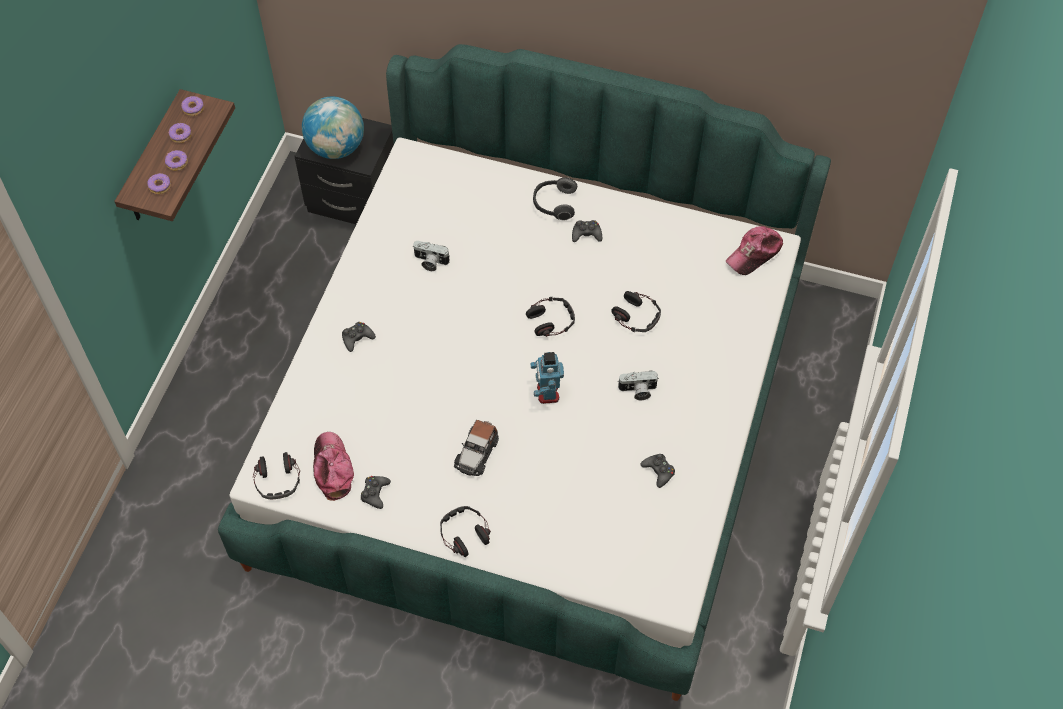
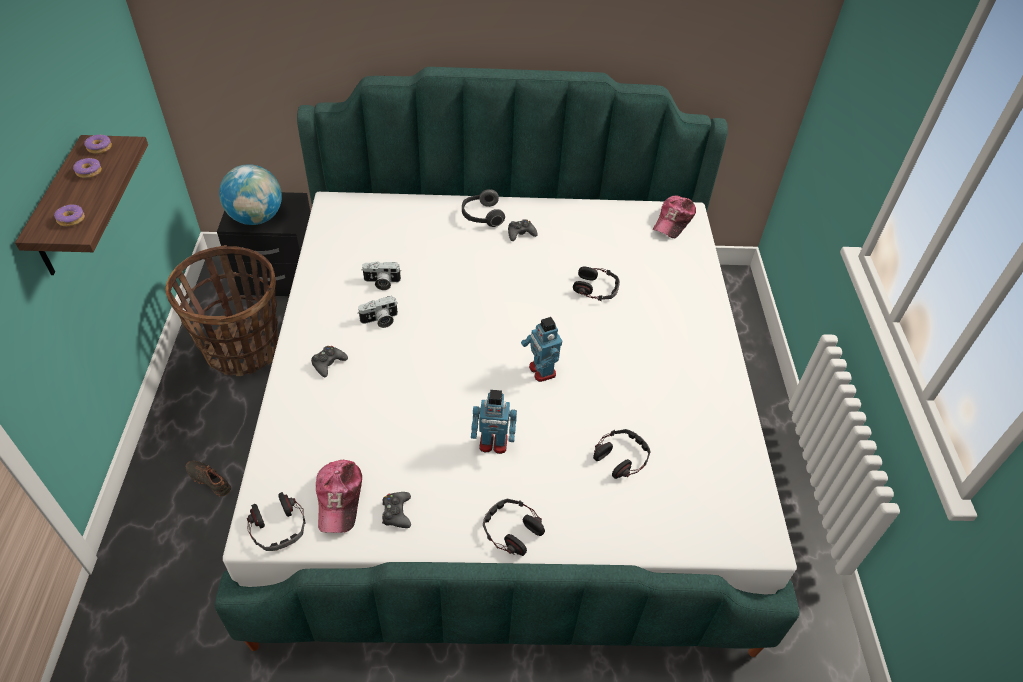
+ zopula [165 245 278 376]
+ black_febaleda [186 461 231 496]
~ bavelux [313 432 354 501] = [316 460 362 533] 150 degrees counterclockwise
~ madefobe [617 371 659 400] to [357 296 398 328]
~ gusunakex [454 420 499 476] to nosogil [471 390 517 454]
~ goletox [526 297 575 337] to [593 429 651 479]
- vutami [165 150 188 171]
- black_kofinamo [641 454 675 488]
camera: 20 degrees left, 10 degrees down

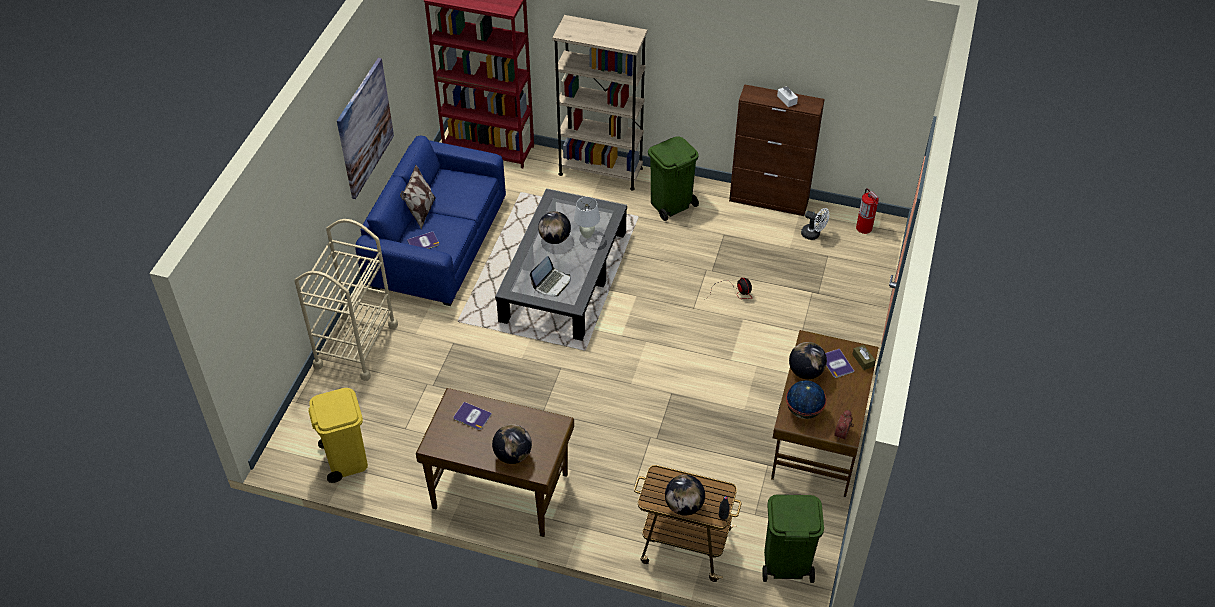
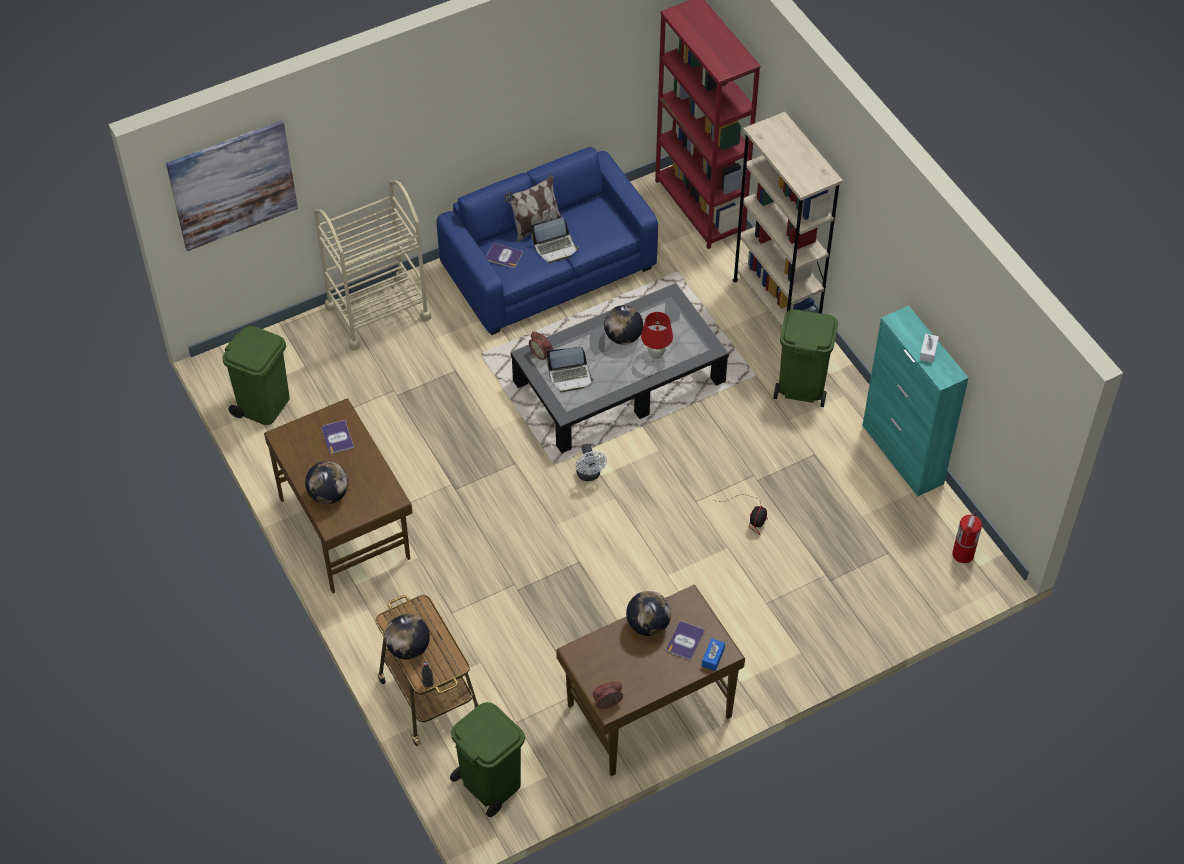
~ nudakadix [337 58 394 199] to [166 120 298 251]
~ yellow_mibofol [308 388 368 483] to green_mibofol [223 326 290 425]
+ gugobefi [529 331 553 361]
+ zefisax [531 218 579 263]
~ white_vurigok [801 208 829 240] to [576 444 607 481]
~ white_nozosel [574 197 600 238] to red_nozosel [641 312 673 360]
~ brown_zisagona [852 345 876 370] to blue_zisagona [702 638 725 671]
~ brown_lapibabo [729 84 825 216] to turquoise_lapibabo [862 306 969 496]
- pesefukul [786 380 826 419]
camera: 45 degrees right, 5 degrees up

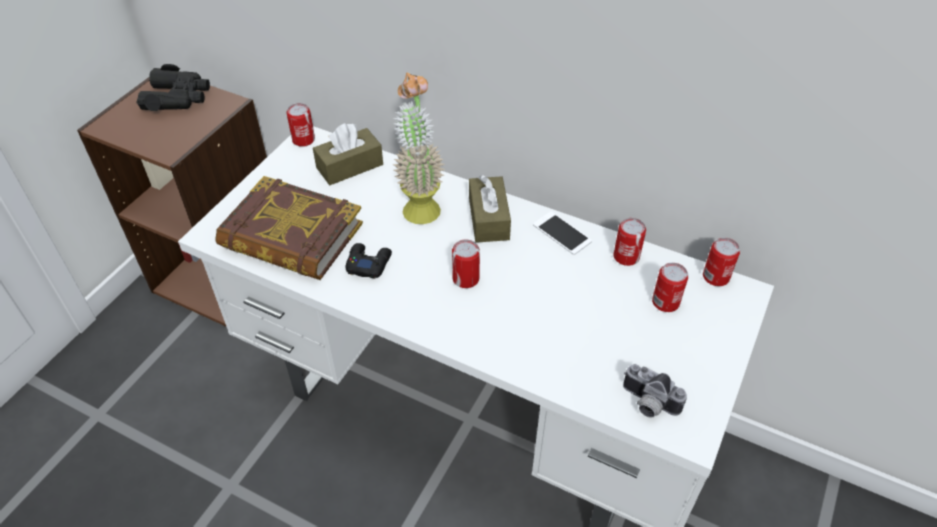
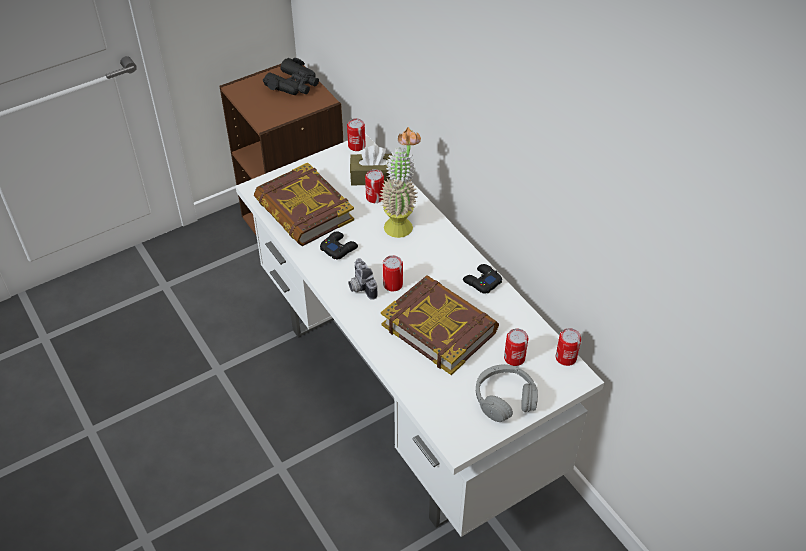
~ madefobe [623 364 687 418] to [348 258 377 300]
~ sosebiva [613 218 646 266] to [365 169 384 203]
+ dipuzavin [381 275 499 375]
~ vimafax [533 211 592 255] to black_kofinamo [463 264 502 294]
+ grey_goletox [476 364 538 422]
- brown_zisagona [469 175 511 243]
camera: 30 degrees right, 0 degrees up

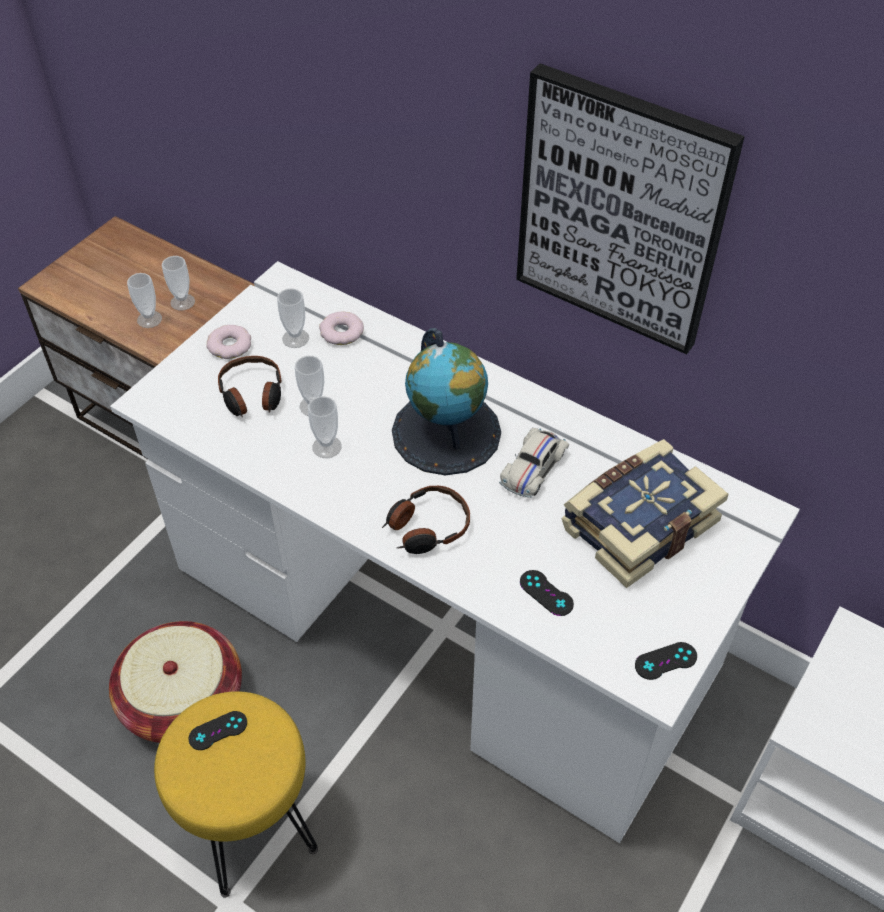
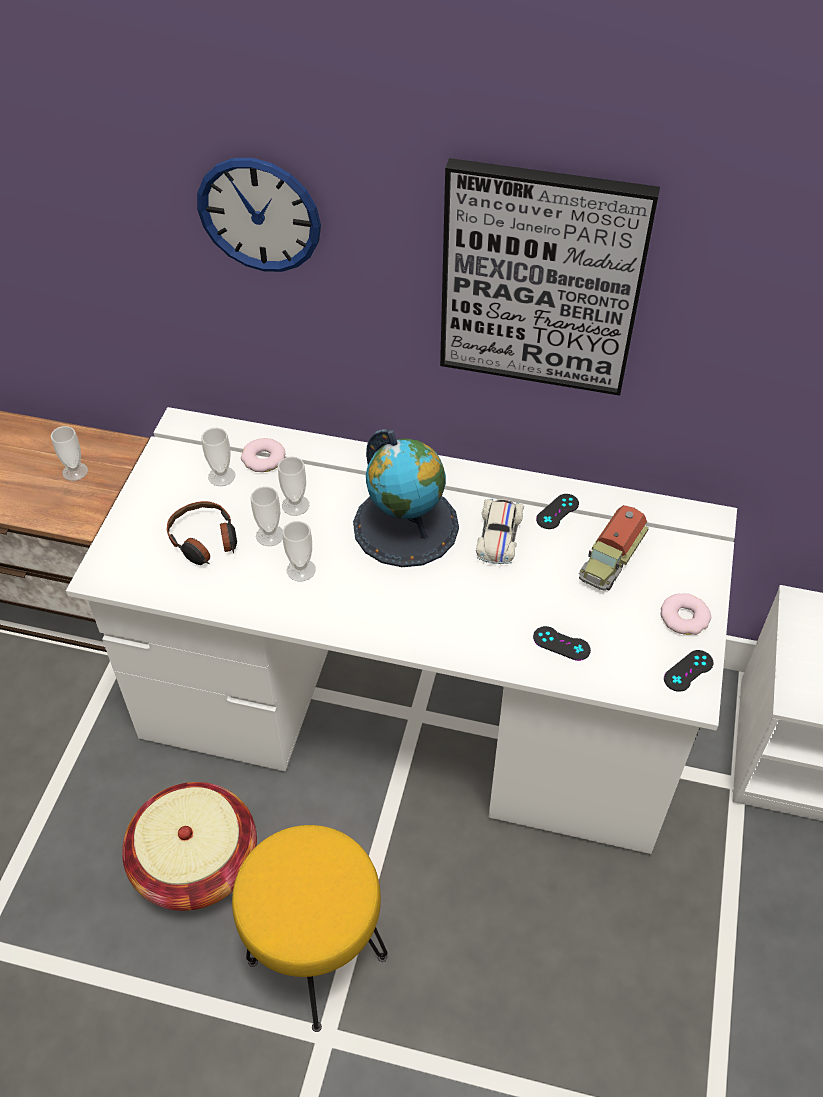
+ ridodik [197 158 321 272]
~ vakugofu [127 273 162 328] to [278 456 309 516]
~ black_kofinamo [189 711 247 750] to [536 494 579 529]
~ dipuzavin [562 439 729 588] to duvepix [579 505 649 591]
~ vutami [206 325 251 359] to [660 593 711 635]
- goletox [382 486 470 554]
camera: 20 degrees left, 0 degrees up

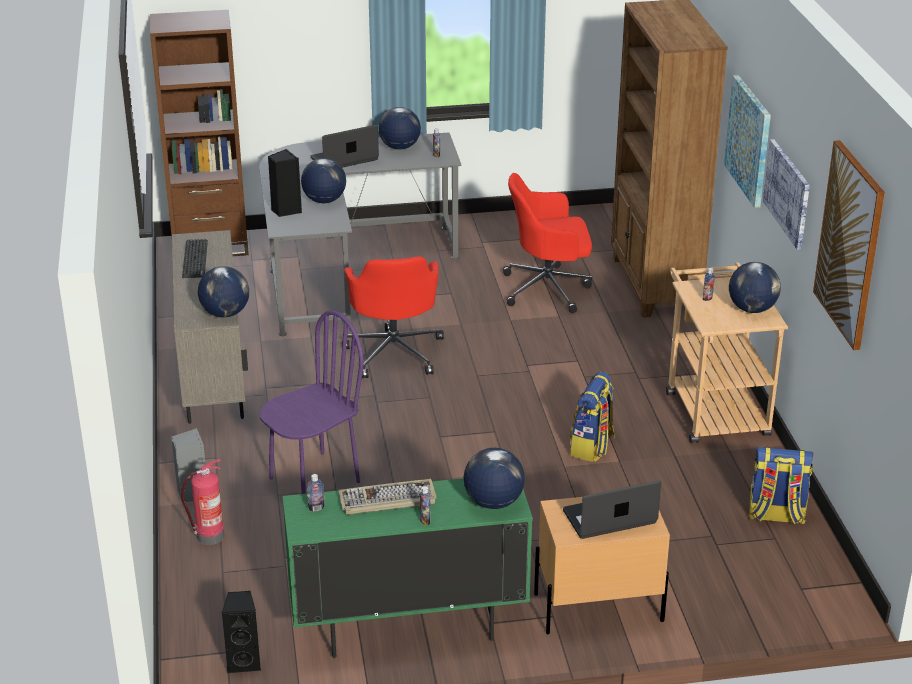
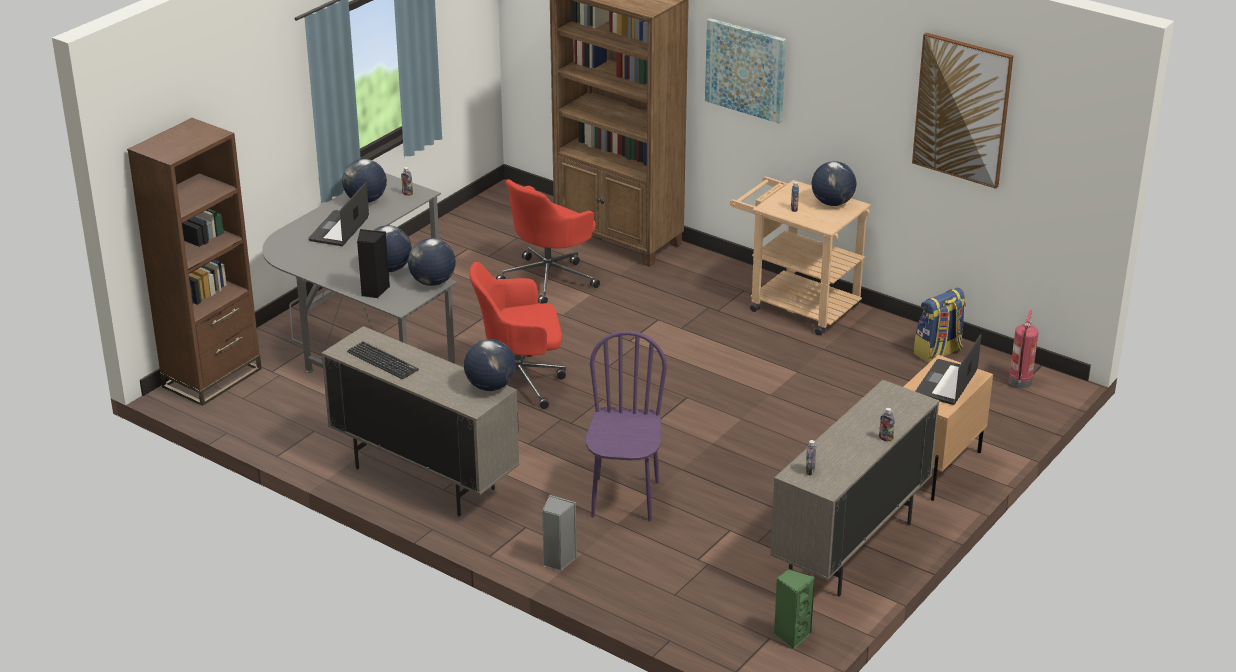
~ pesefukul [464 448 525 509] to [408 238 456 286]
~ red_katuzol [342 256 444 378] = [469 262 566 409] 135 degrees clockwise
~ green_lapibabo [282 478 533 658] to beige_lapibabo [770 380 939 597]
~ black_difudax [221 591 261 673] to green_difudax [774 568 815 649]
~ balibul [181 459 224 545] to [1009 310 1038 389]
- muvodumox [338 479 437 515]
- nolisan [570 372 615 462]
- nudakadix [763 139 810 250]
camera: 45 degrees left, 0 degrees up

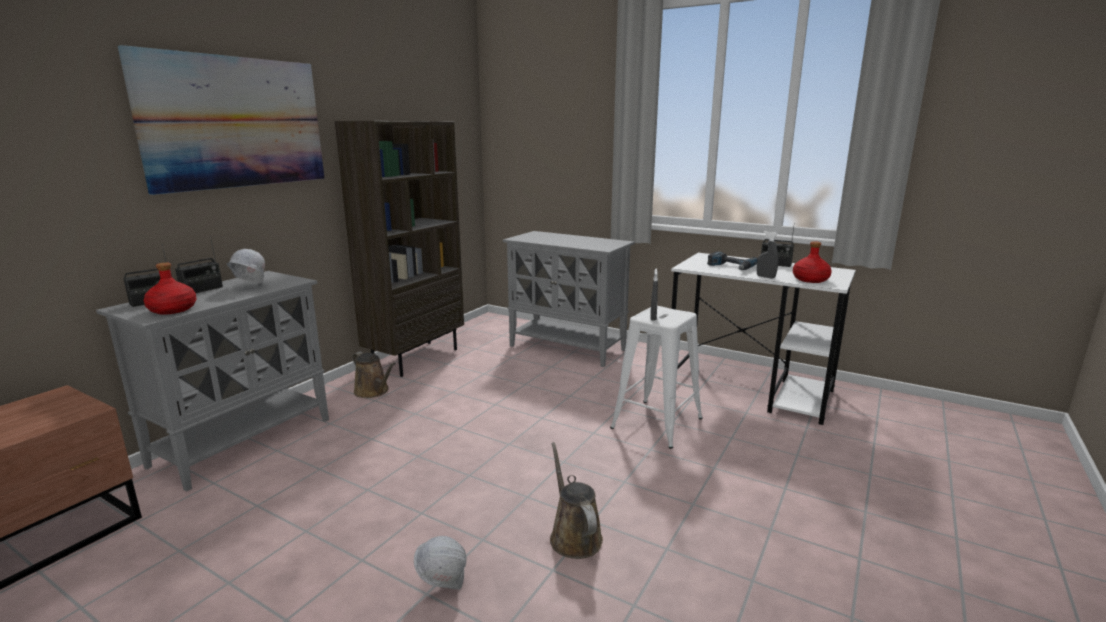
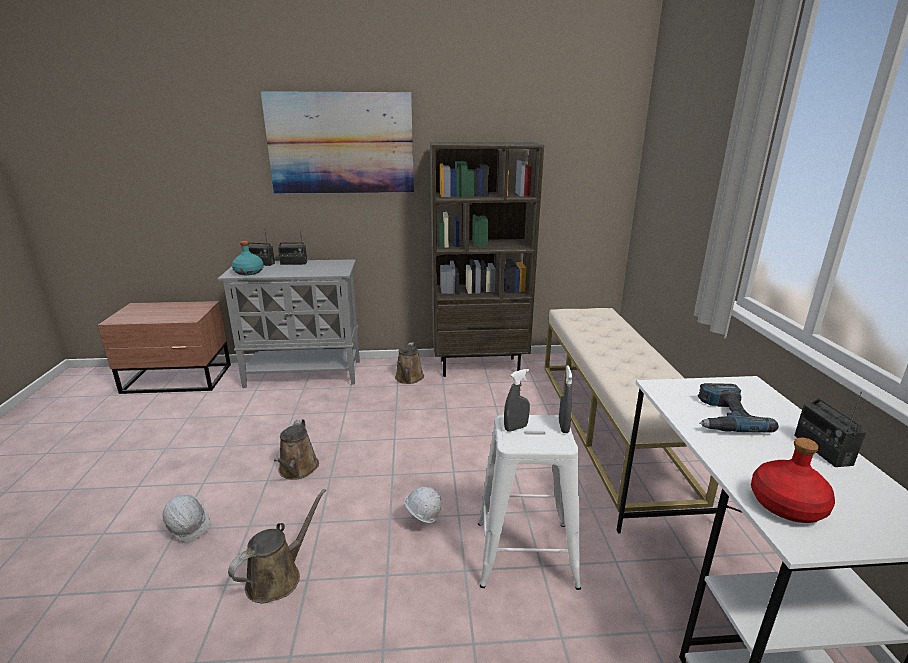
~ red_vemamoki [144 263 197 315] to turquoise_vemamoki [232 241 264 275]
+ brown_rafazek [274 419 319 480]
~ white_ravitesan [227 249 265 284] to [404 487 441 523]
~ grey_lapibabo [503 231 635 367] to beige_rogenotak [545 308 718 512]
~ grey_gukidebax [757 231 779 279] to [559 365 572 433]
camera: 55 degrees right, 5 degrees up

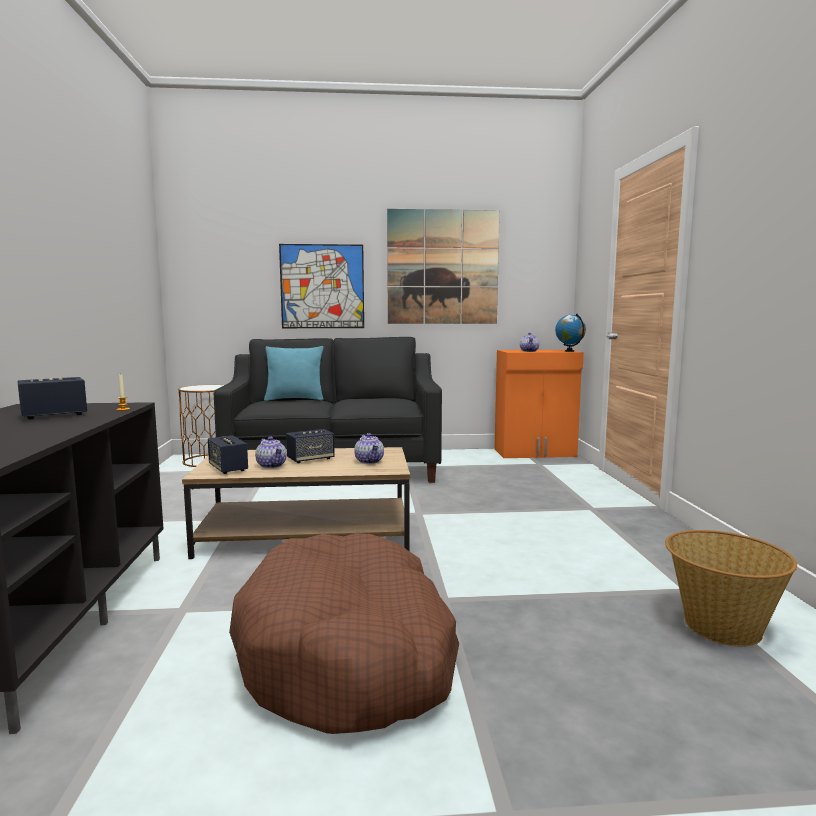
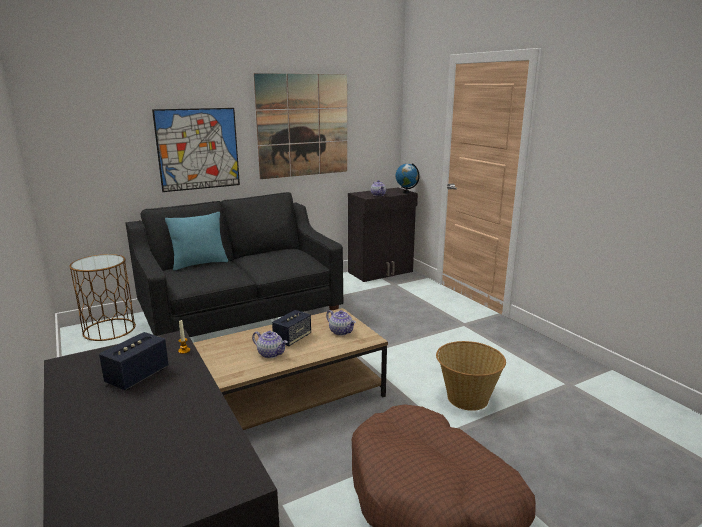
~ orange_lapibabo [494 350 584 458] to black_lapibabo [348 188 418 282]
~ zopula [665 530 797 646] to [436 341 506 411]
- difudax [208 436 248 474]
camera: 25 degrees left, 10 degrees up

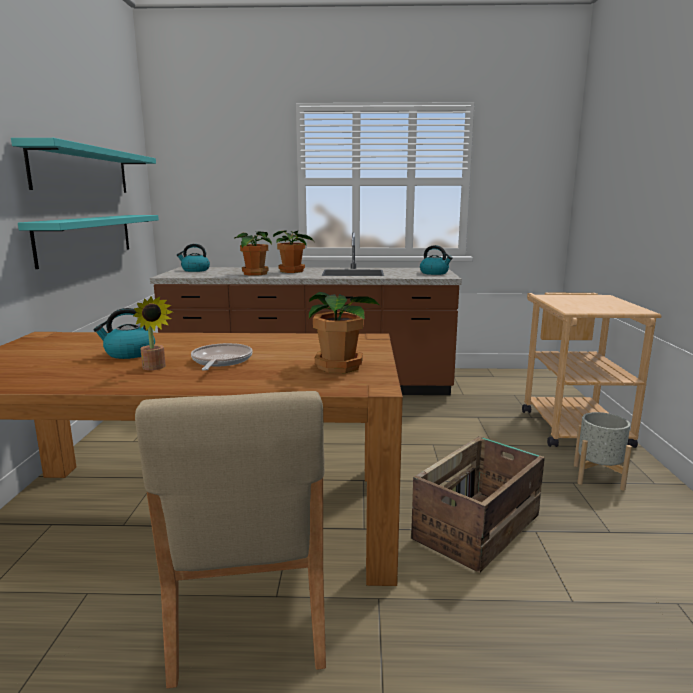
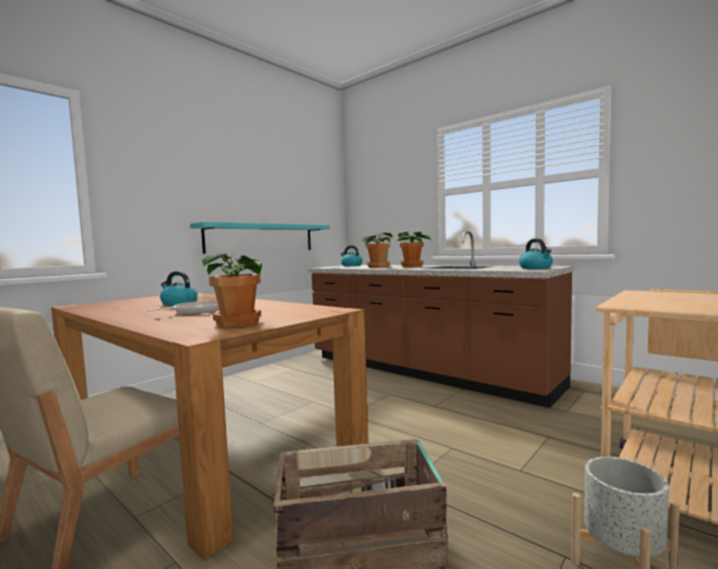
- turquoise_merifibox [11 138 156 193]
- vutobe [133 296 172 370]
camera: 40 degrees right, 10 degrees down

